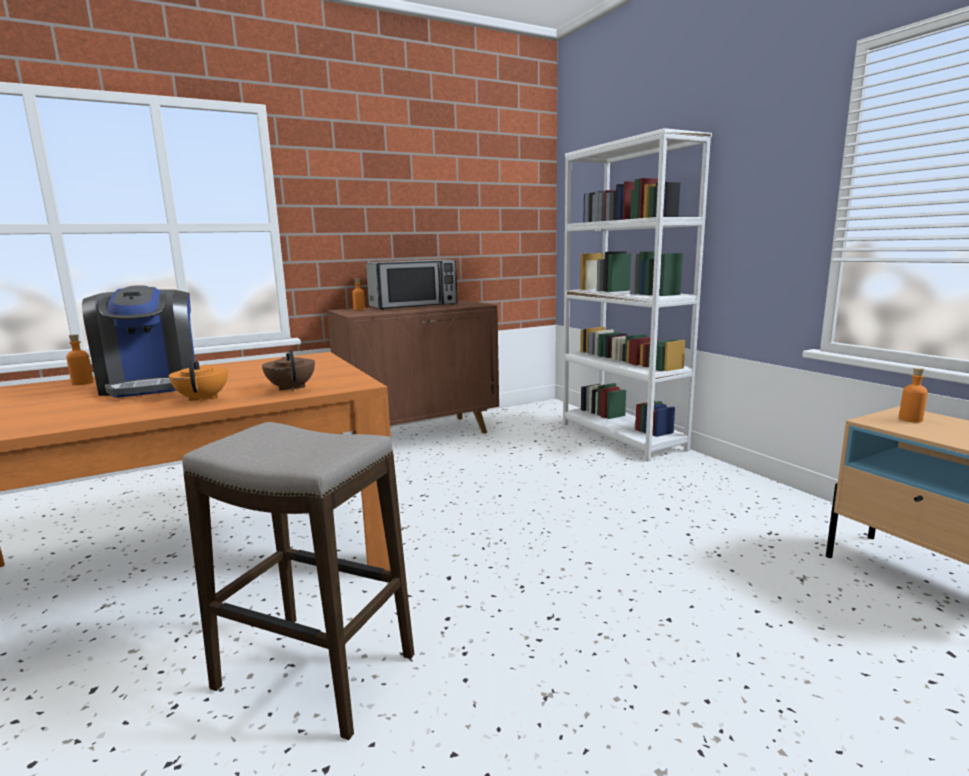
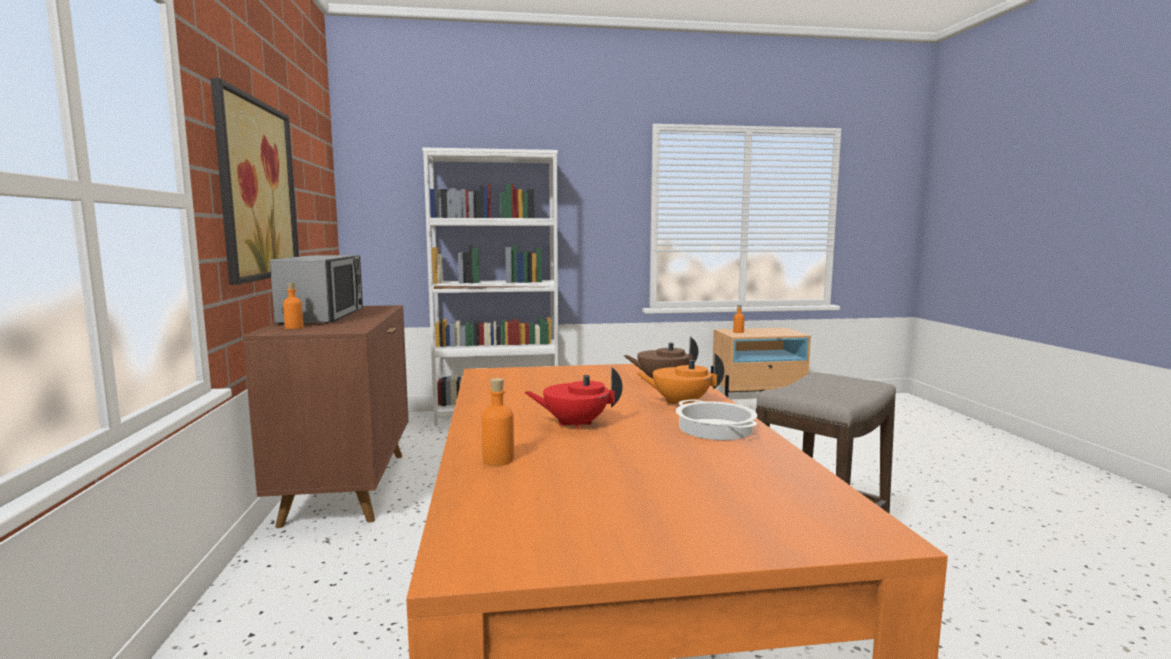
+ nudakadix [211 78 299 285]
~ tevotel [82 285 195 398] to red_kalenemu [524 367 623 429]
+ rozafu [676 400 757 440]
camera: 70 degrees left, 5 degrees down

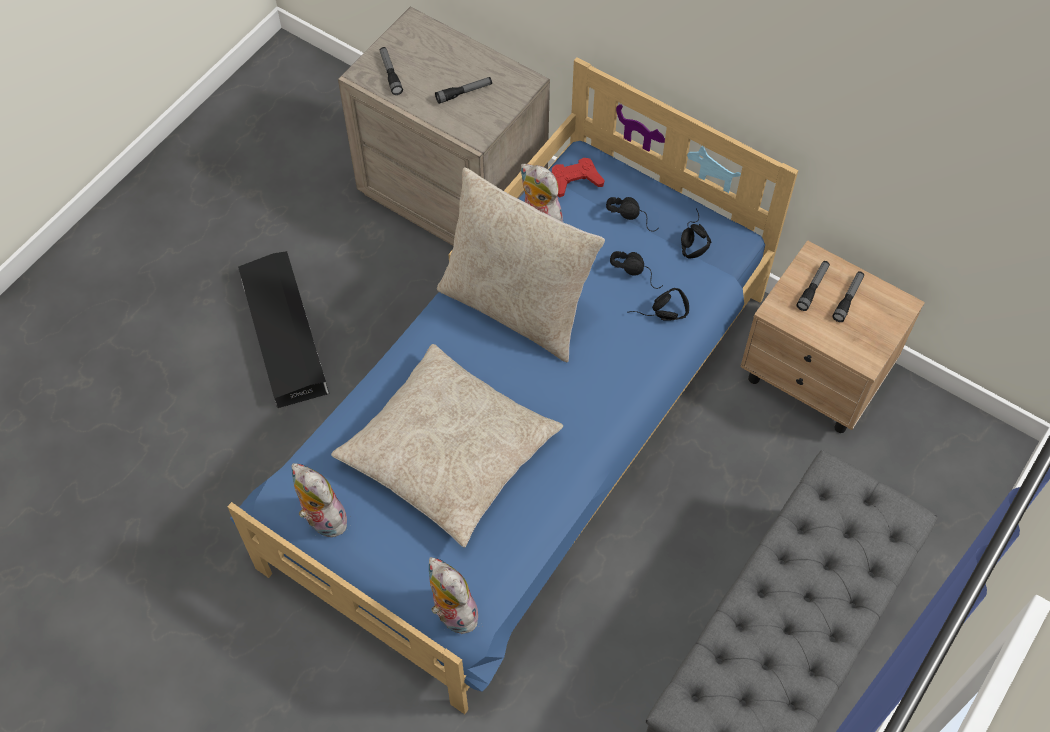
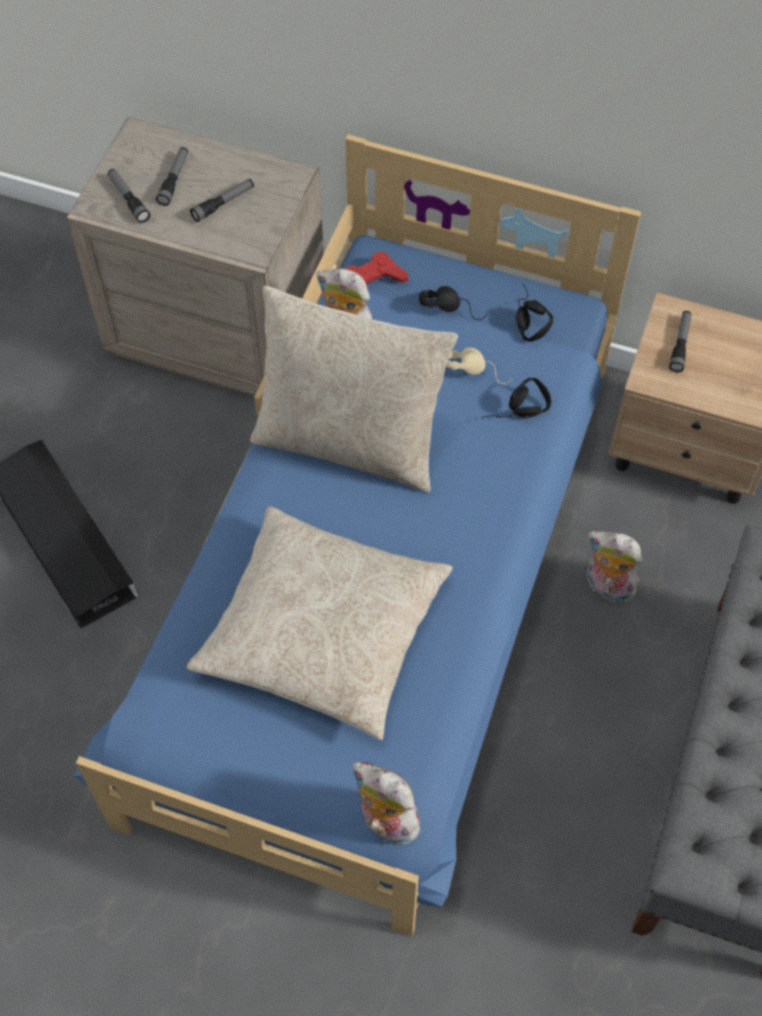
~ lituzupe [832 271 864 322] to [156 147 188 206]
~ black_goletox [610 251 663 289] to beige_goletox [446 347 513 384]
~ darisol [291 463 347 537] to [587 531 643 603]
camera: 15 degrees left, 0 degrees up

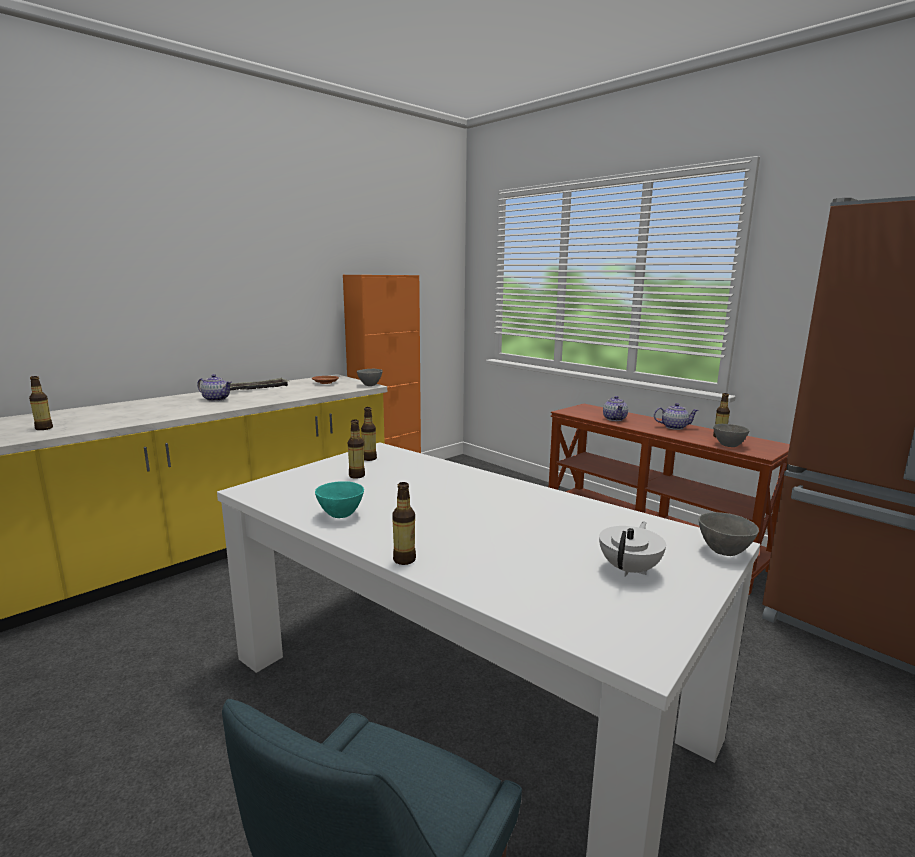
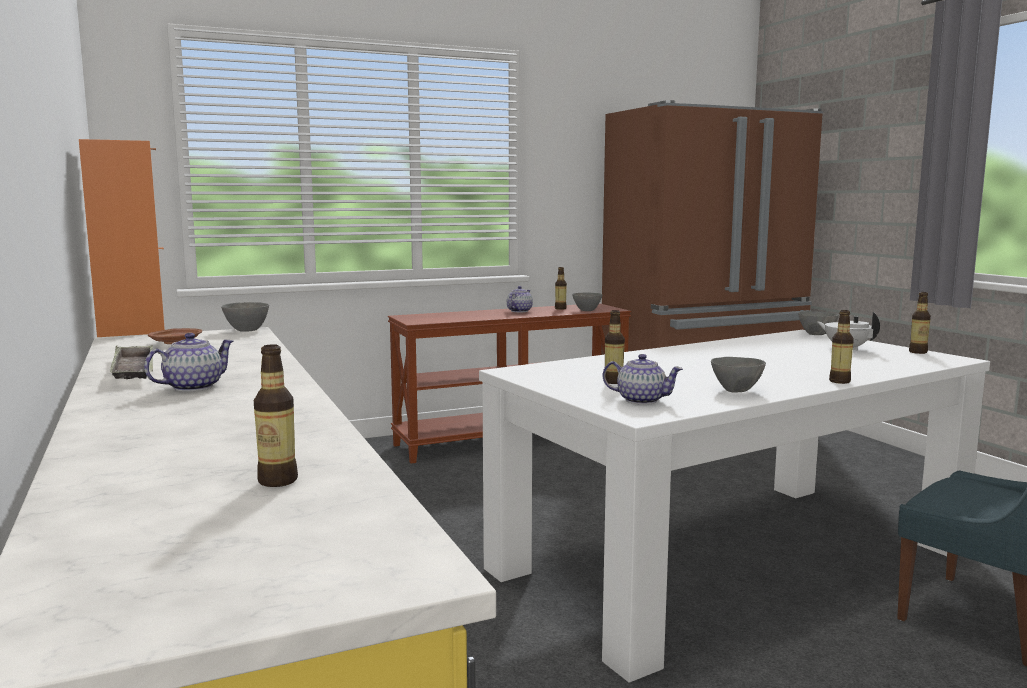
~ kalenemu [603 396 628 421] to [603 354 683 405]
~ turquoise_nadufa [315 481 364 518] to grey_nadufa [711 357 766 392]
~ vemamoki [361 407 377 461] to [909 292 931 354]
camera: 70 degrees left, 5 degrees down

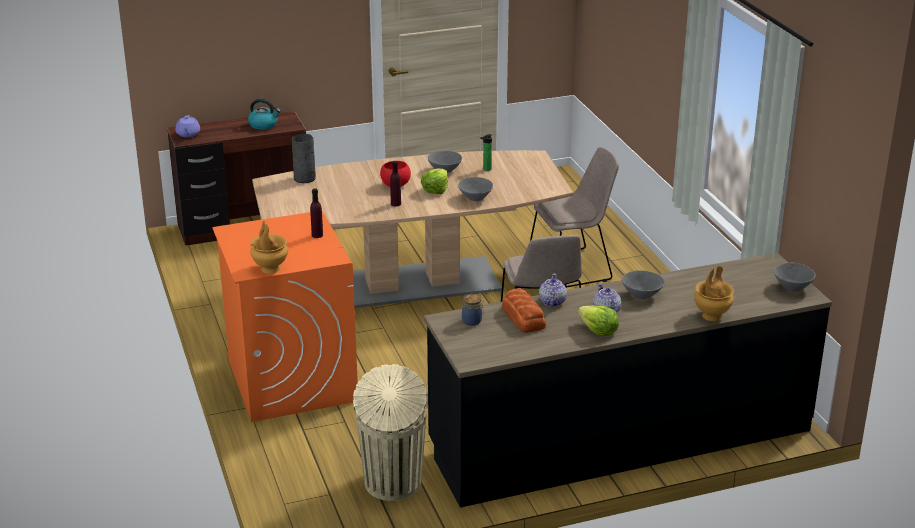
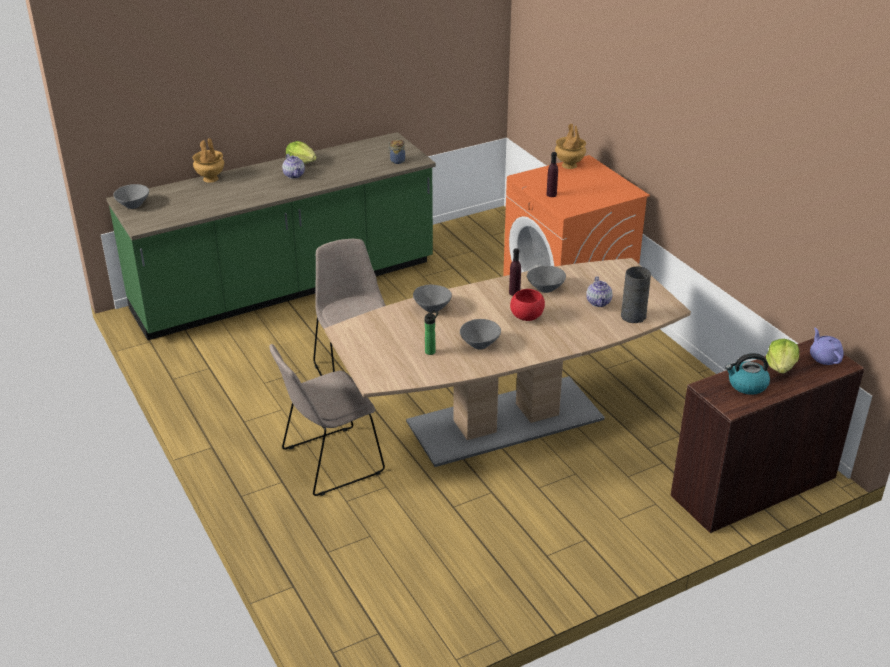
~ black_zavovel [424 253 832 508] to green_zavovel [106 132 436 340]
~ grey_nadufa [622 270 665 299] to [527 266 566 293]
~ kalenemu [539 274 567 307] to [586 276 613 307]
~ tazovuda [421 169 448 194] to [766 339 799 374]
- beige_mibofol [353 364 427 501]
- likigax [502 289 546 333]
camera: 170 degrees right, 5 degrees up

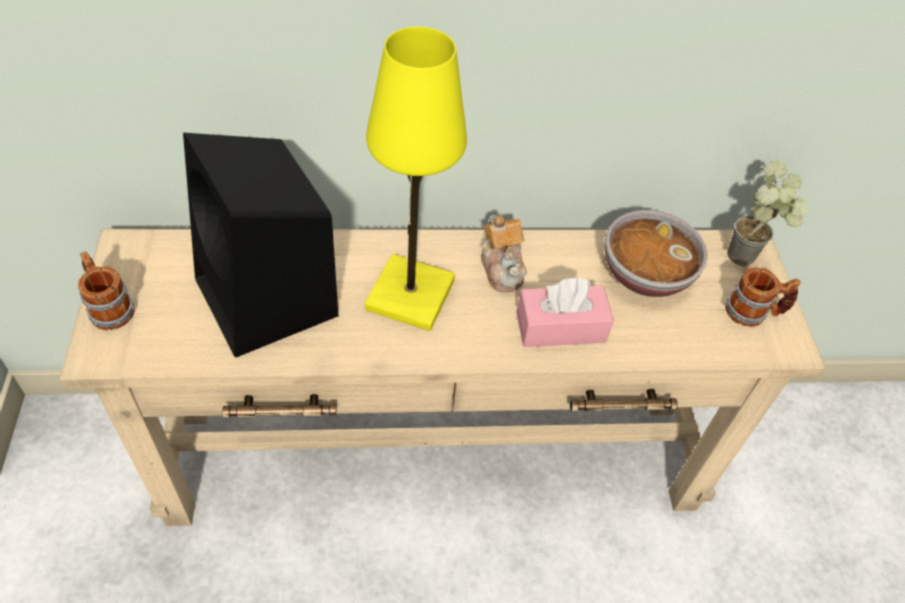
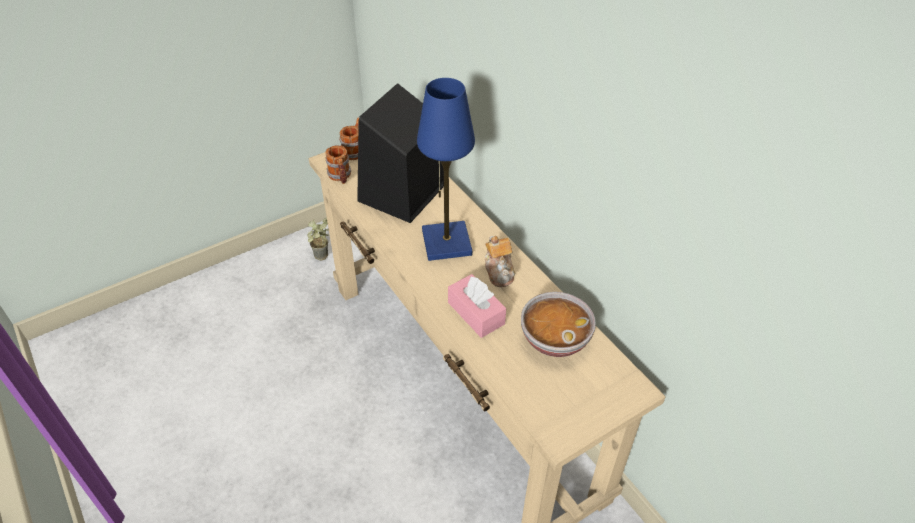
~ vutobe [727 160 809 266] to [308 217 329 260]
~ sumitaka [725 267 801 327] to [325 145 351 184]
~ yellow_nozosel [365 27 467 331] to blue_nozosel [417 78 475 261]
~ kalenemu [481 215 527 292] = [485 236 515 287] 60 degrees counterclockwise
camera: 65 degrees right, 5 degrees down

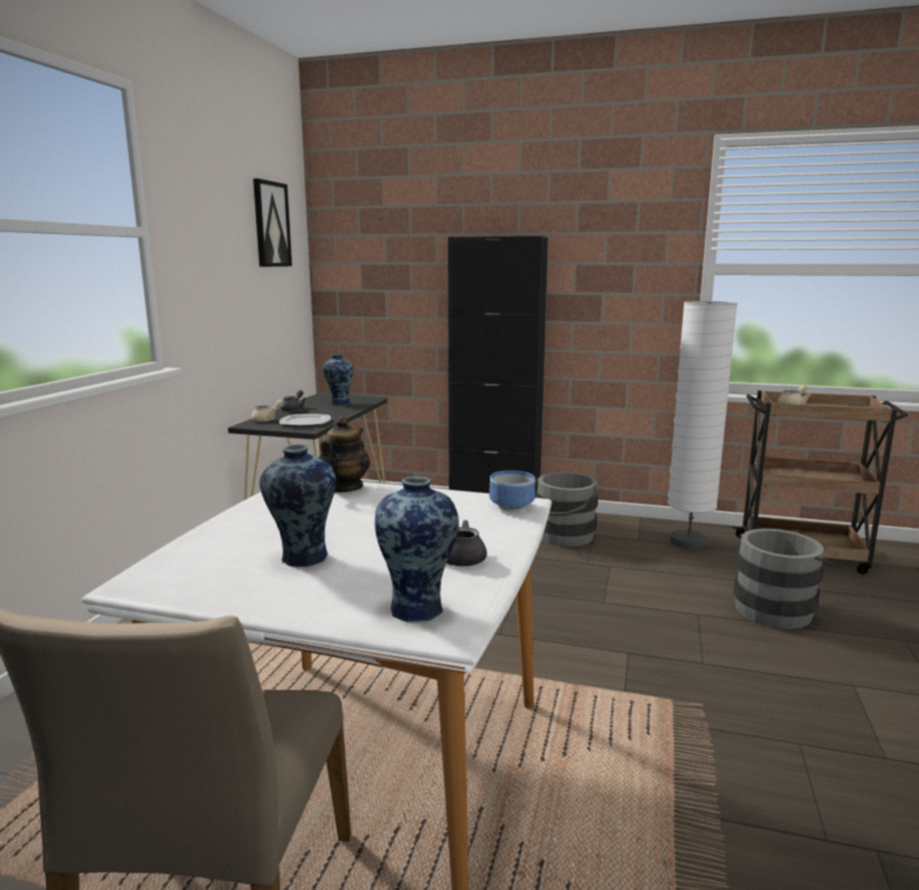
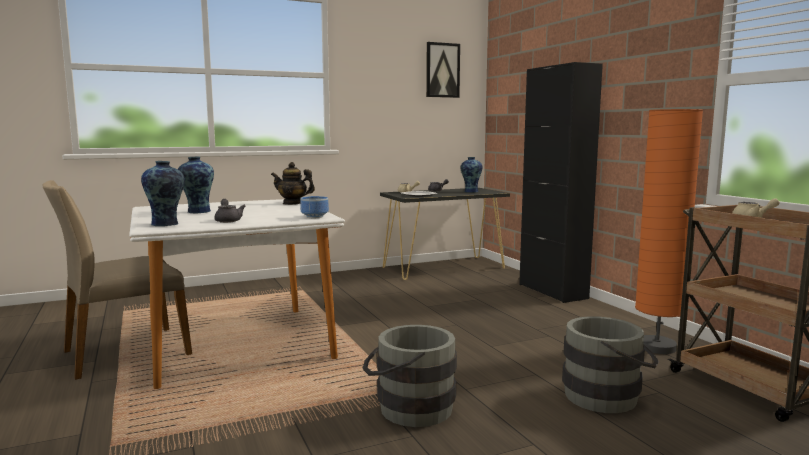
~ kalenemu [318 416 370 493] = [271 162 315 205] 150 degrees counterclockwise
~ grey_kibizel [535 472 599 547] to [363 325 457 427]
~ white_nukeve [668 301 737 550] to orange_nukeve [635 109 703 354]
camera: 50 degrees right, 5 degrees down

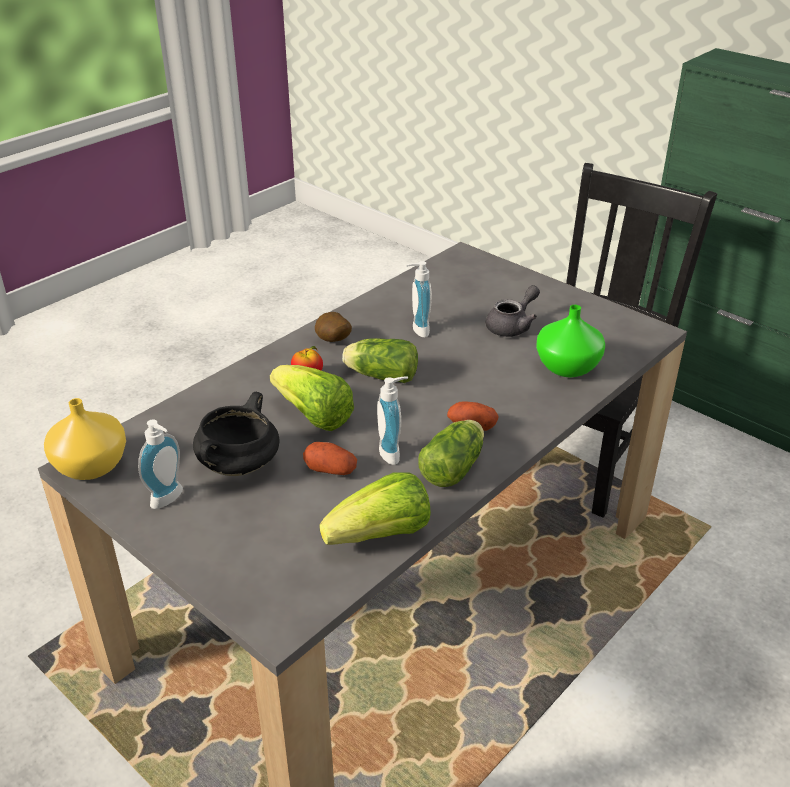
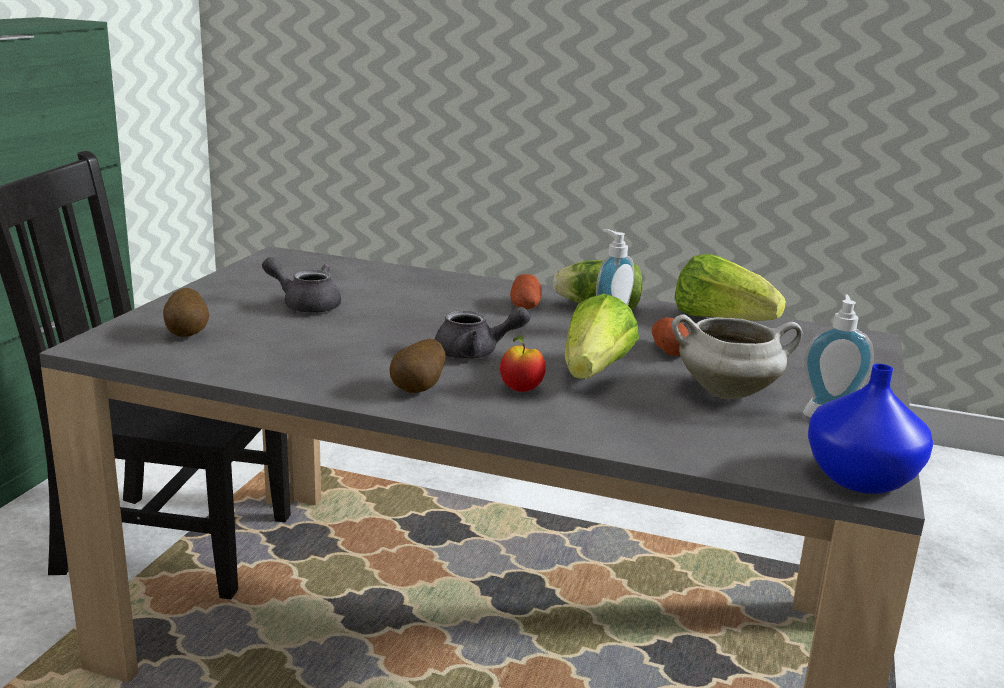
+ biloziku [163 288 209 337]
~ tazovuda [342 338 418 383] to grey_kalenemu [435 307 530 359]
~ black_rozafu [193 392 280 476] to white_rozafu [672 314 803 399]
~ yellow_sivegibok [44 398 126 480] to blue_sivegibok [808 364 933 494]
- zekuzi [406 261 432 337]
- green_sivegibok [536 305 605 378]
camera: 115 degrees left, 15 degrees down

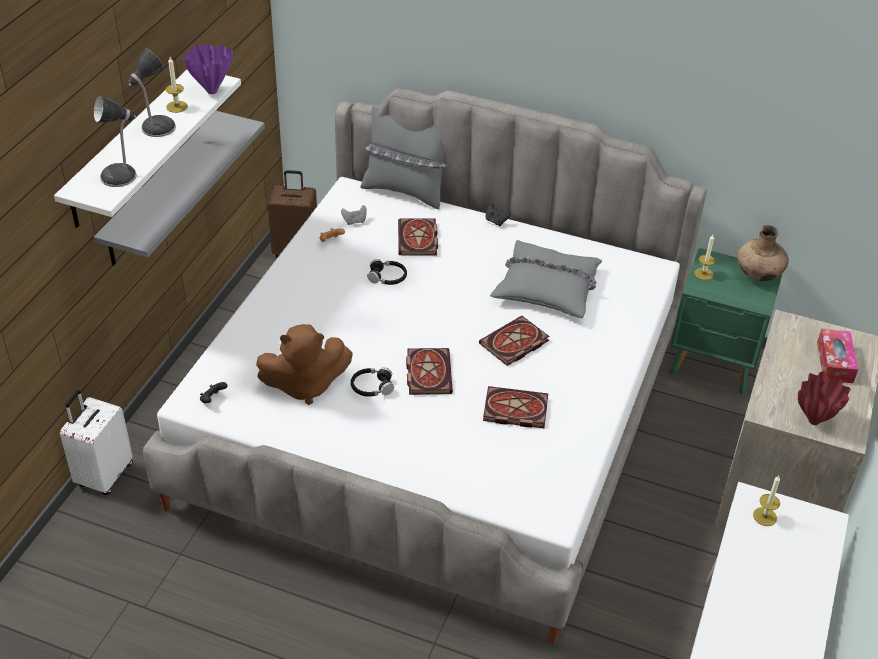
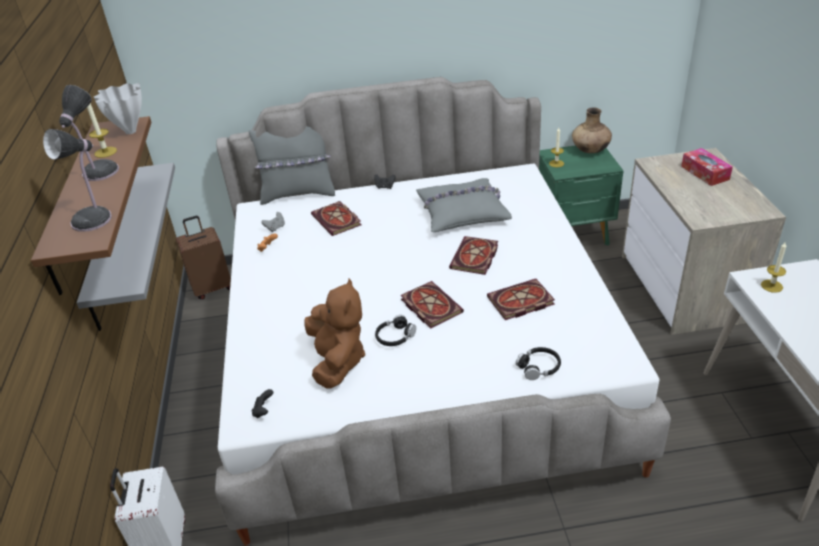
~ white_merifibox [54 70 241 228] to brown_merifibox [31 116 151 295]
~ purple_sivegibok [183 43 233 94] to white_sivegibok [94 83 142 134]
~ brown_darisol [256 324 353 405] = [304 279 365 389] 60 degrees counterclockwise
~ black_goletox [367 259 407 285] to [516 347 561 380]
- red_sivegibok [798 372 851 425]
camera: 25 degrees left, 5 degrees down

